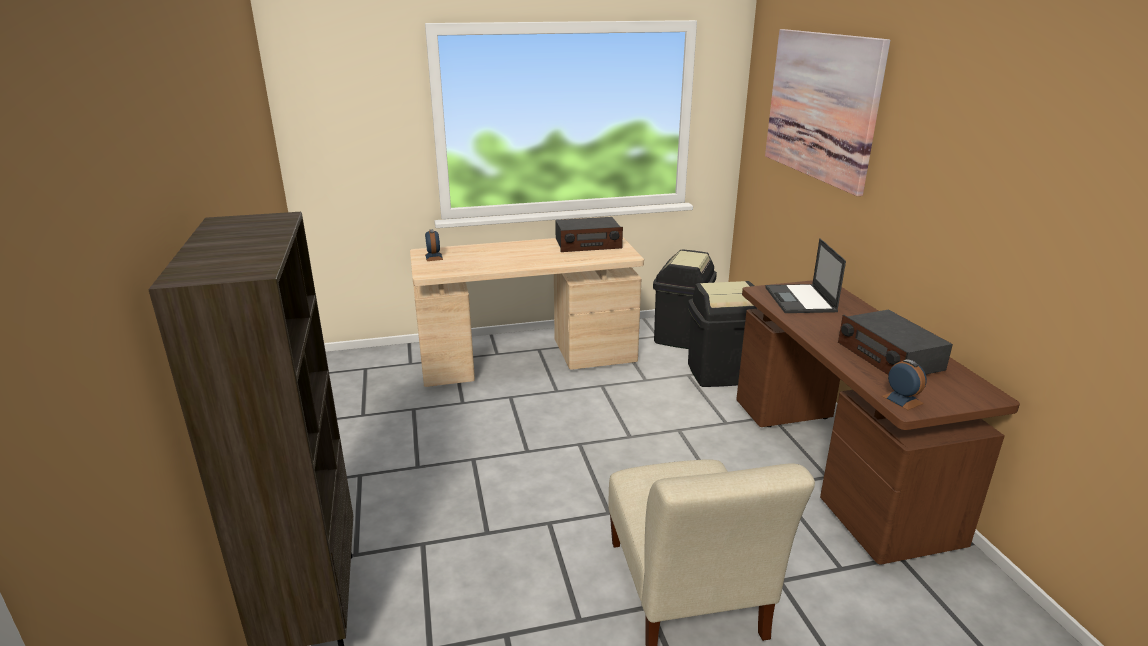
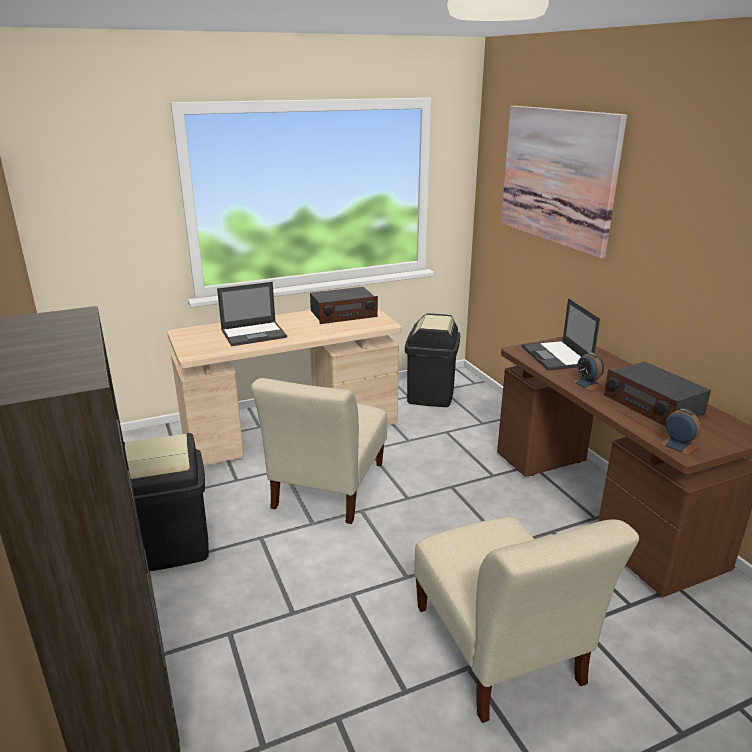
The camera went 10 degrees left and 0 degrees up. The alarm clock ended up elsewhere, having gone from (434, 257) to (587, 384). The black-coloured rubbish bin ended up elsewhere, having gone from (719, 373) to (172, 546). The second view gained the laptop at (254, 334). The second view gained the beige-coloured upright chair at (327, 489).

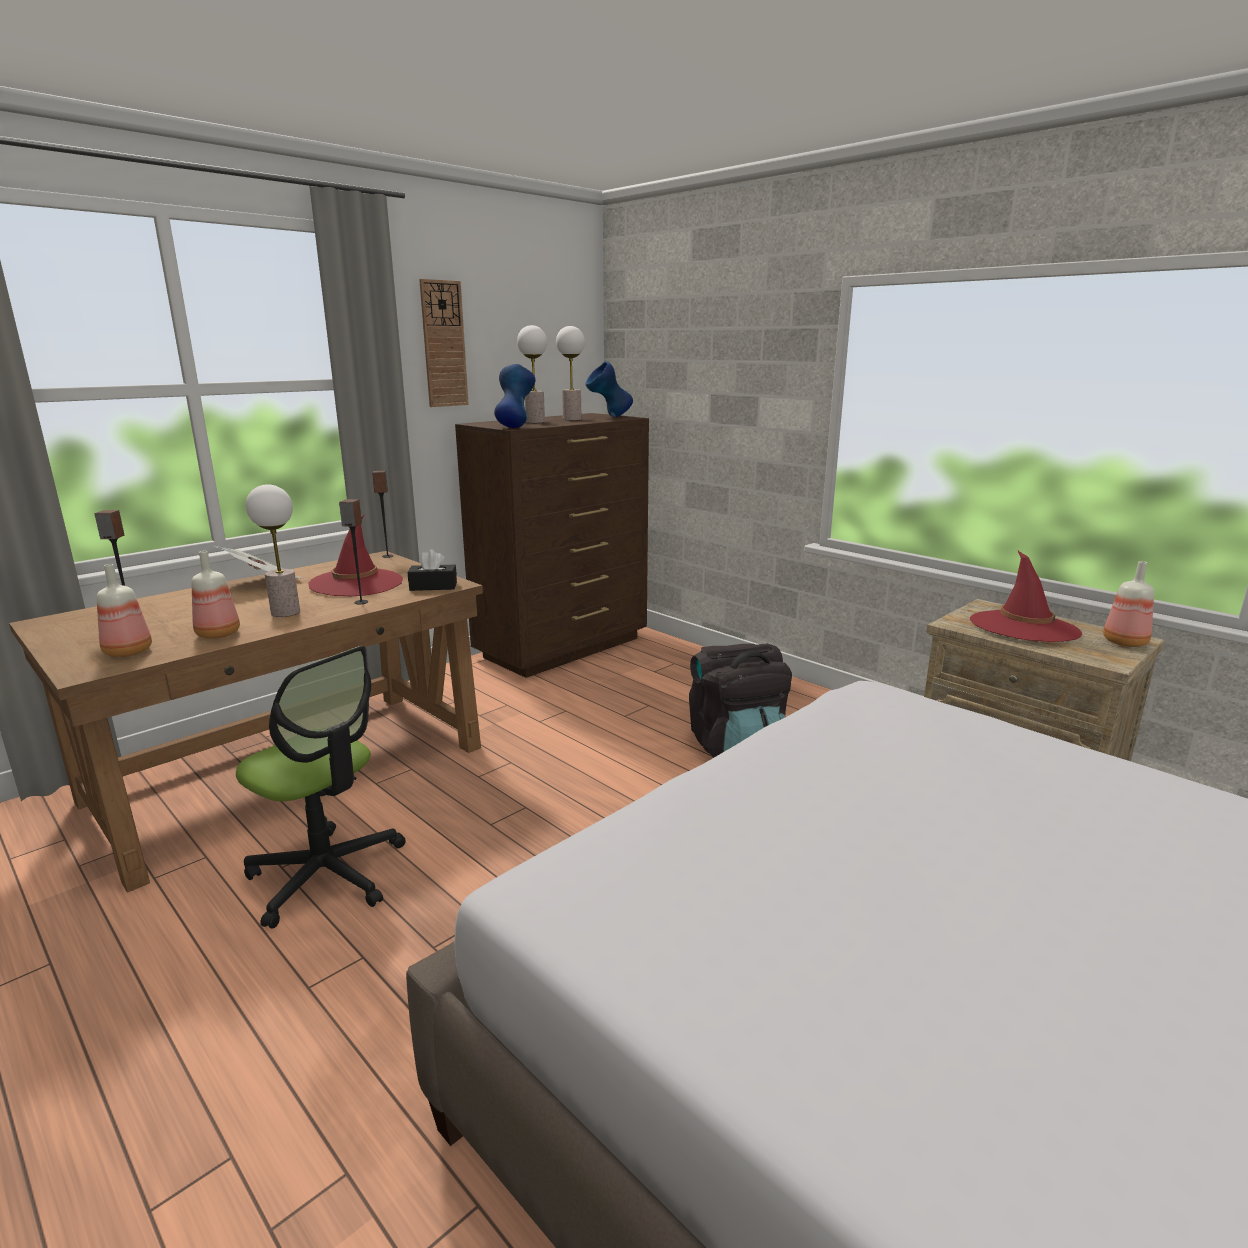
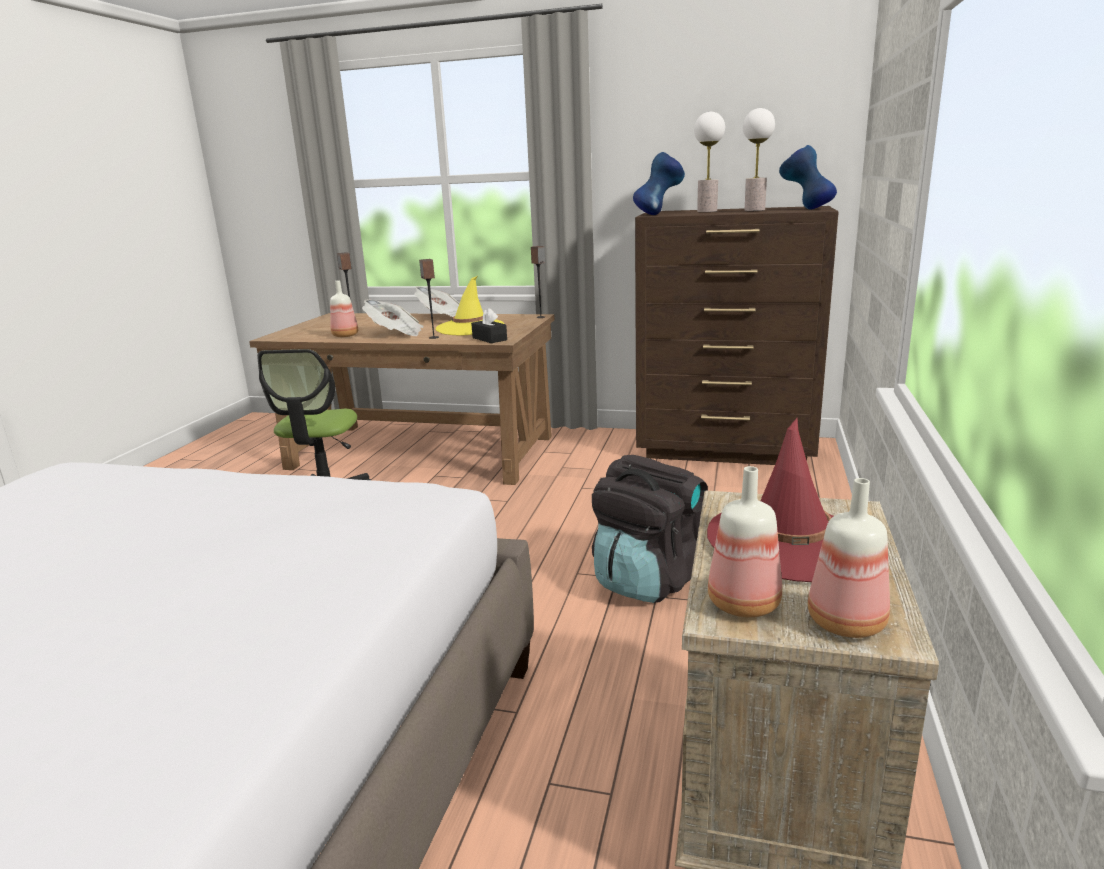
The camera went 60 degrees right and 0 degrees up. The second view lost the clock on the wall at (443, 344). Where the table lamp stood at (286, 612), the printed paper came to stand at (395, 333). What was the reddish clothing hat at (356, 583) turned into the yellow-coloured clothing hat at (470, 328). The bottle ended up elsewhere, having gone from (126, 652) to (741, 603).

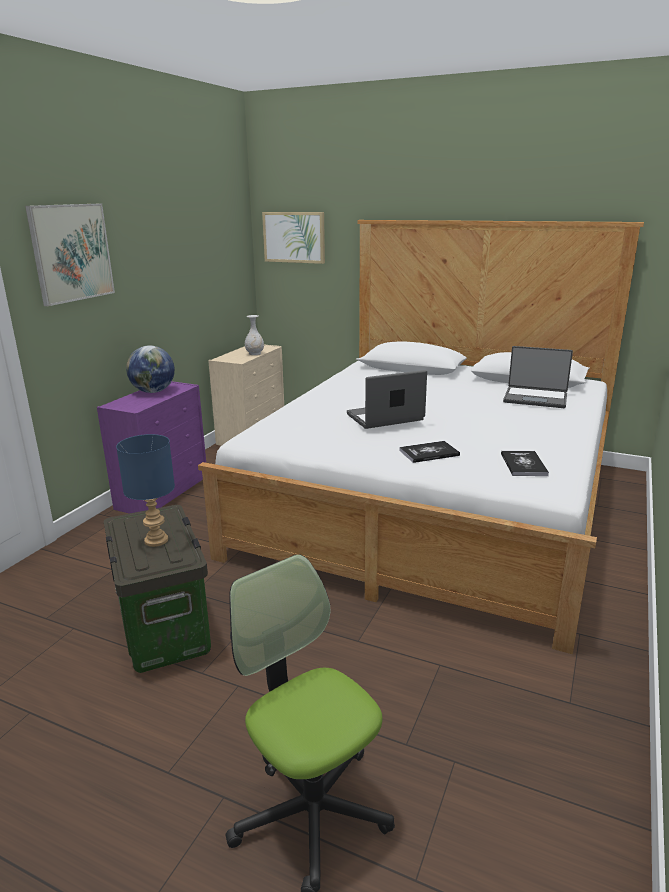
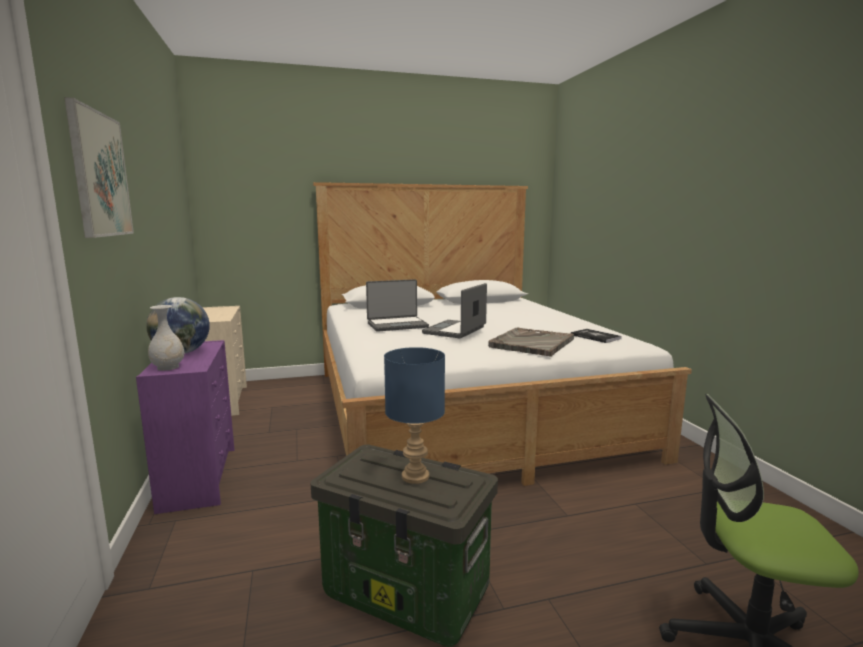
The camera went 40 degrees left and 10 degrees down. The second view lost the wall art at (294, 237). The white-coloured decorative vase ended up elsewhere, having gone from (255, 353) to (168, 367). The laptop ended up elsewhere, having gone from (535, 398) to (397, 325). Where the volume stood at (429, 453), the gray carrying tray came to stand at (531, 343).

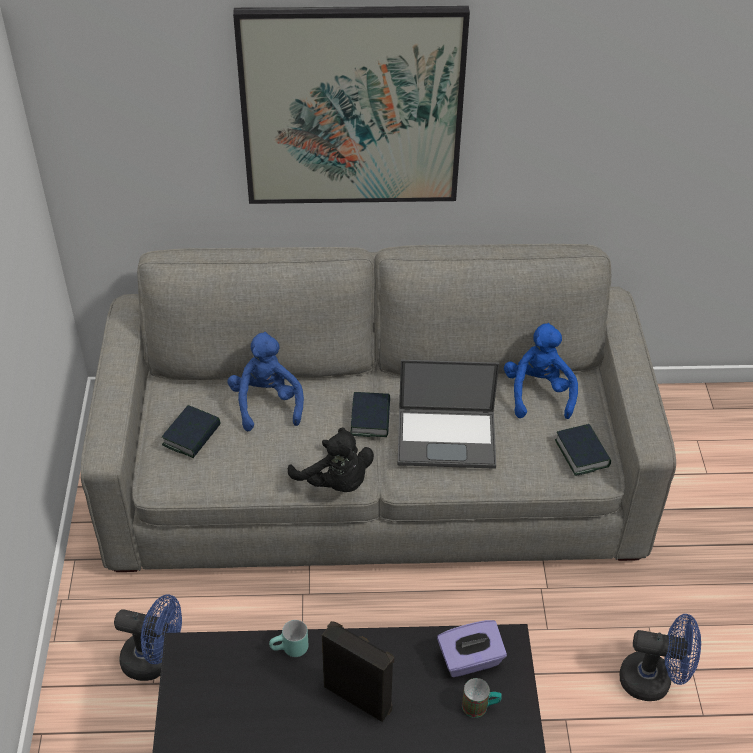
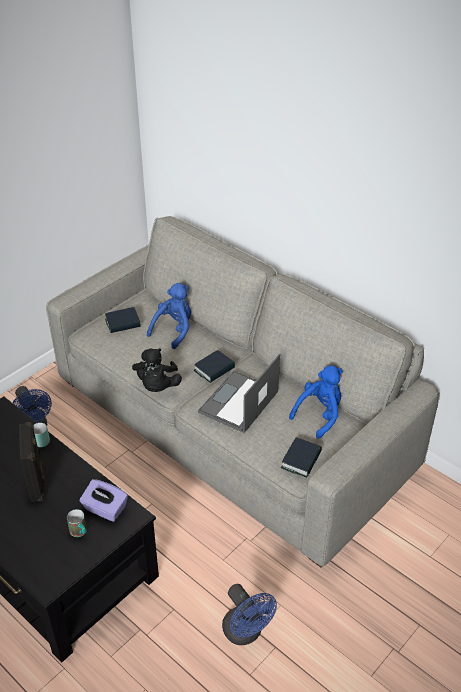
The camera went 45 degrees right and 5 degrees down. The second view lost the wall art at (352, 107). The laptop at (447, 437) ended up facing another way, 75 degrees clockwise from before.

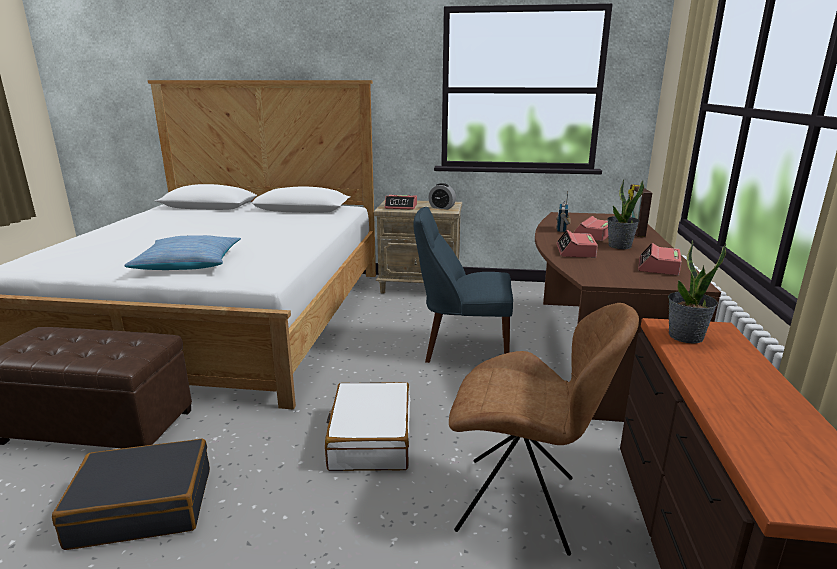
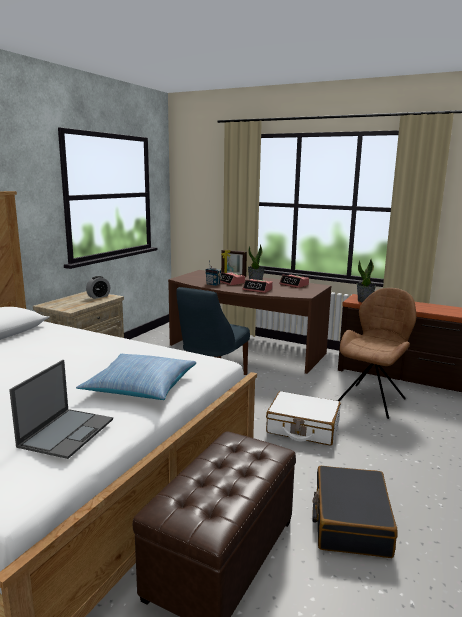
The camera went 70 degrees left and 5 degrees down. The second view lost the alarm clock at (401, 207). The second view gained the laptop at (67, 432).

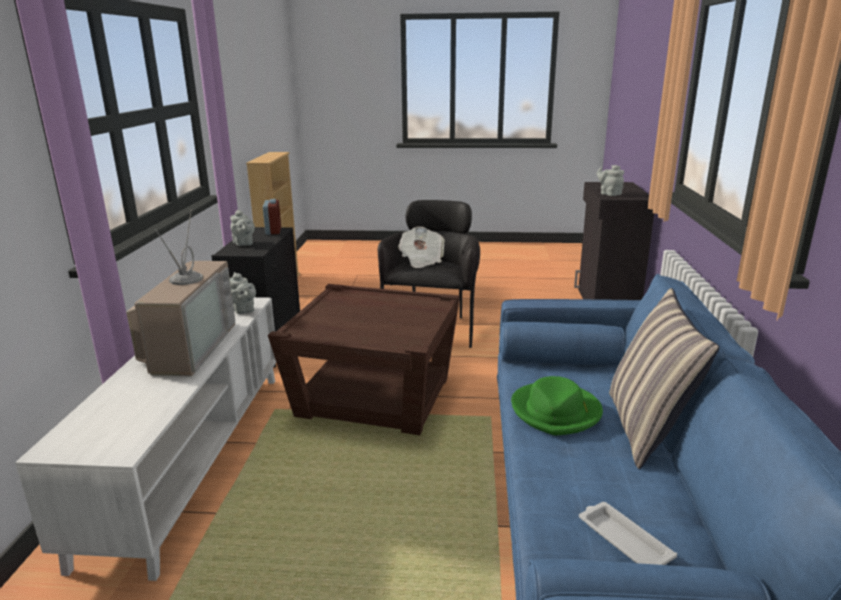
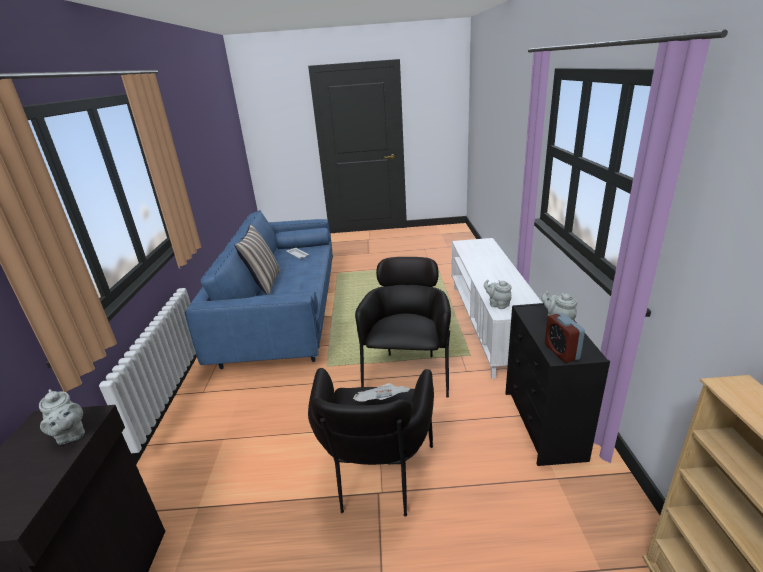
The camera went 175 degrees right and 5 degrees up. The second view lost the TV set at (188, 347). Where the brown-coloured side table stood at (374, 398), the black-coloured armchair came to stand at (408, 372). The second view lost the greenish clothing hat at (556, 412).

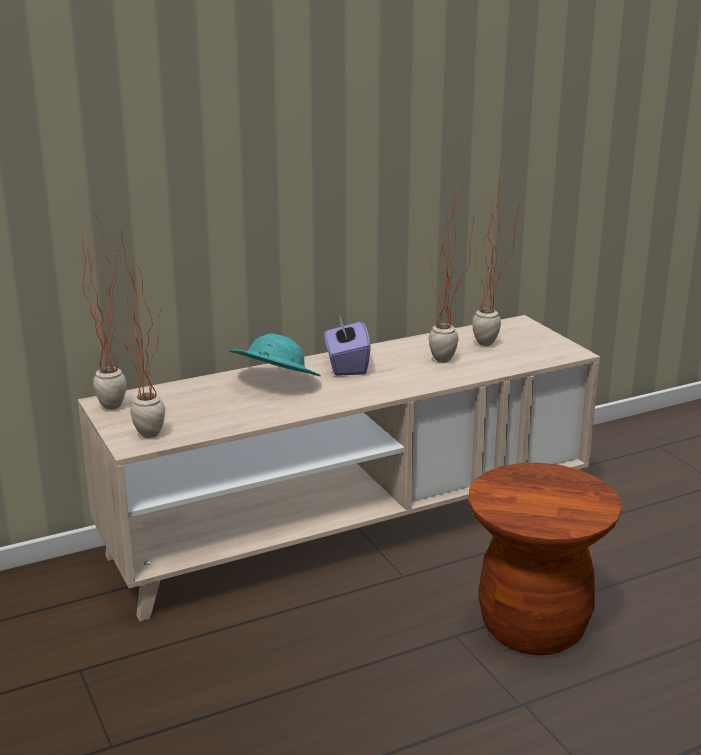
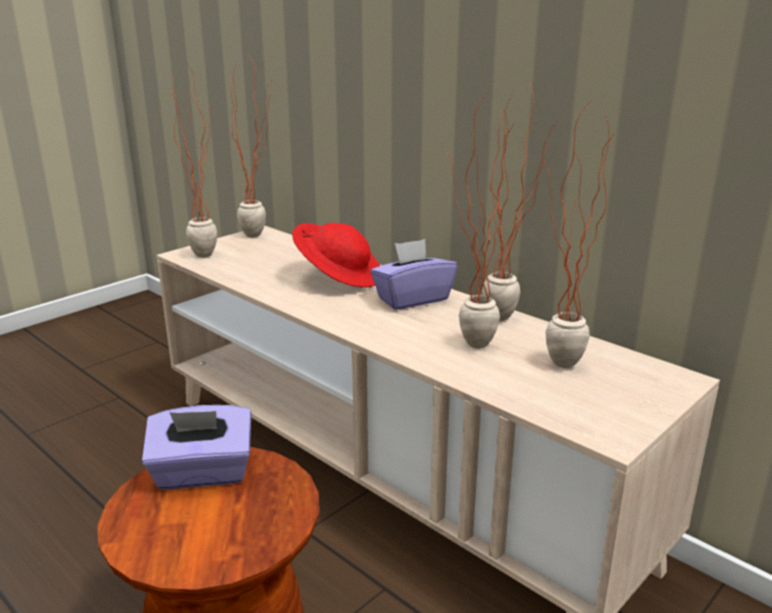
The camera went 70 degrees right and 0 degrees up. What was the turquoise-coloured clothing hat at (274, 384) turned into the reddish clothing hat at (339, 277). The second view gained the houseplant at (511, 320). The second view gained the purplish tissue box at (202, 473).

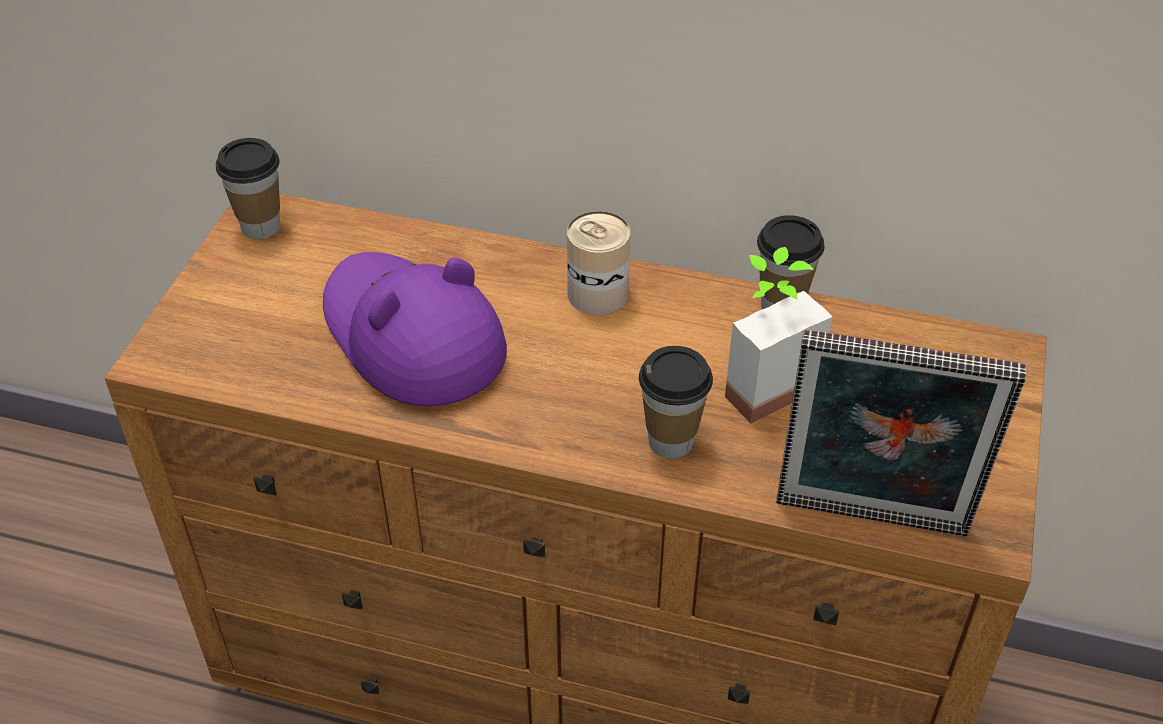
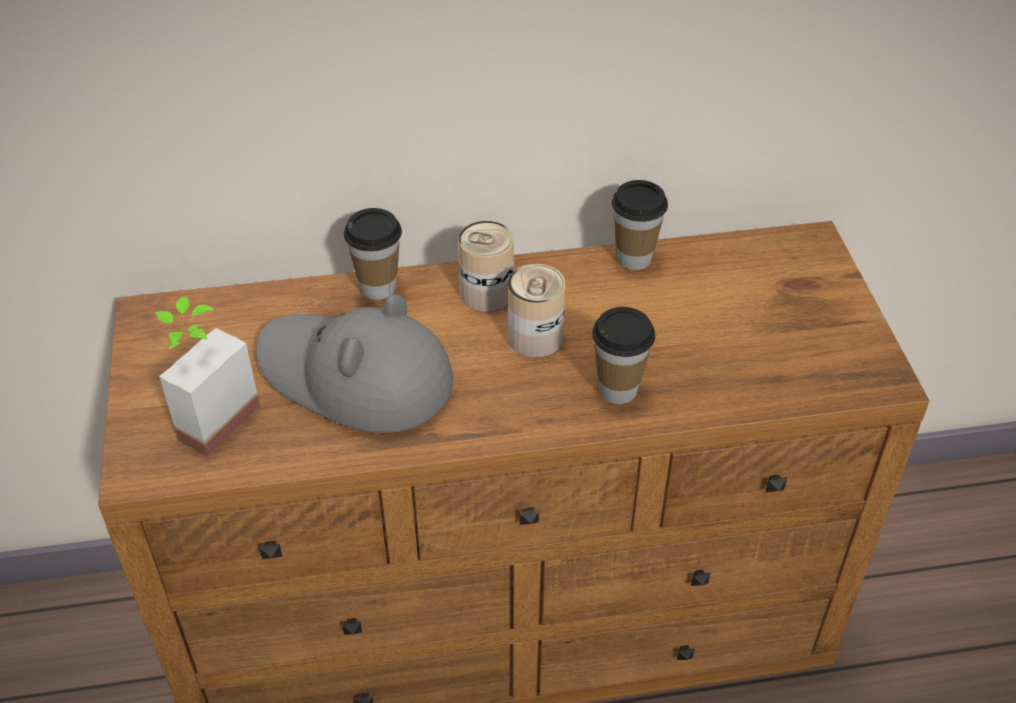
The camera went 25 degrees left and 0 degrees up. The cup ended up elsewhere, having gone from (261, 227) to (378, 287). The houseplant ended up elsewhere, having gone from (760, 381) to (207, 416). What was the purplish clothing hat at (411, 336) turned into the gray clothing hat at (355, 377). The second view lost the picture frame at (870, 523). The second view gained the metal can at (535, 337).

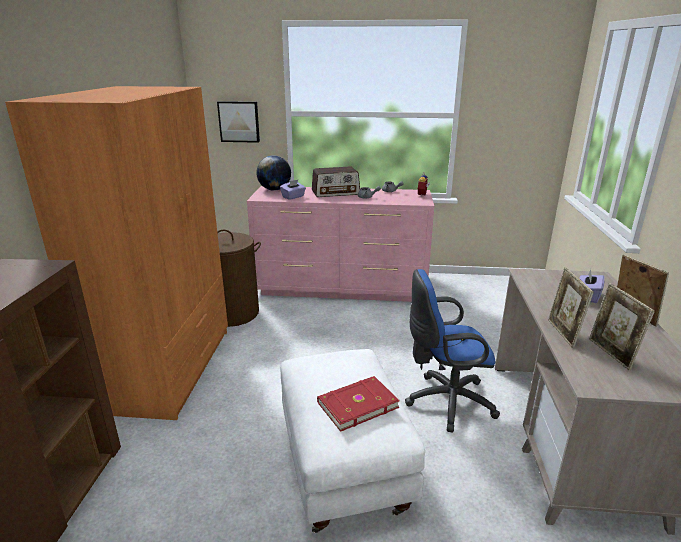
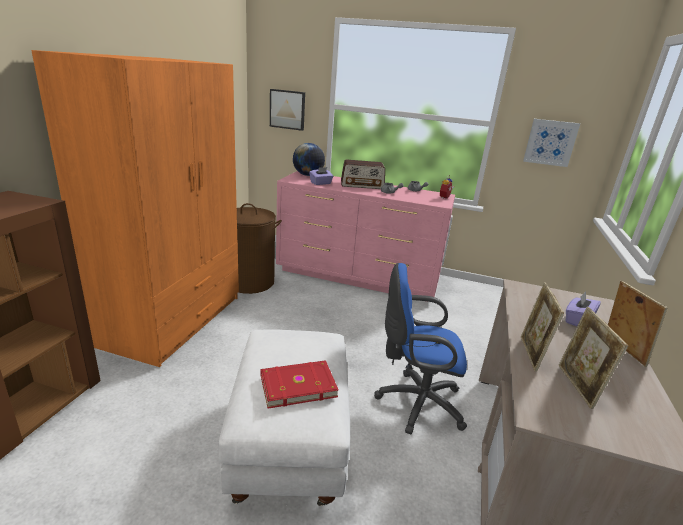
The camera went 10 degrees right and 0 degrees up. The second view gained the wall art at (550, 142).

